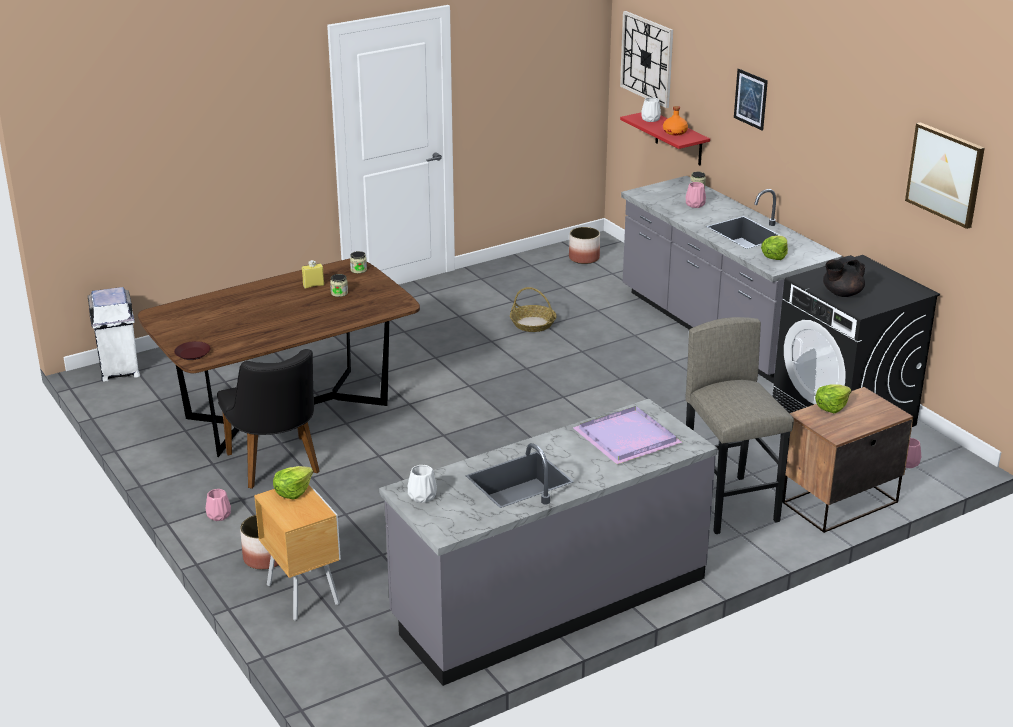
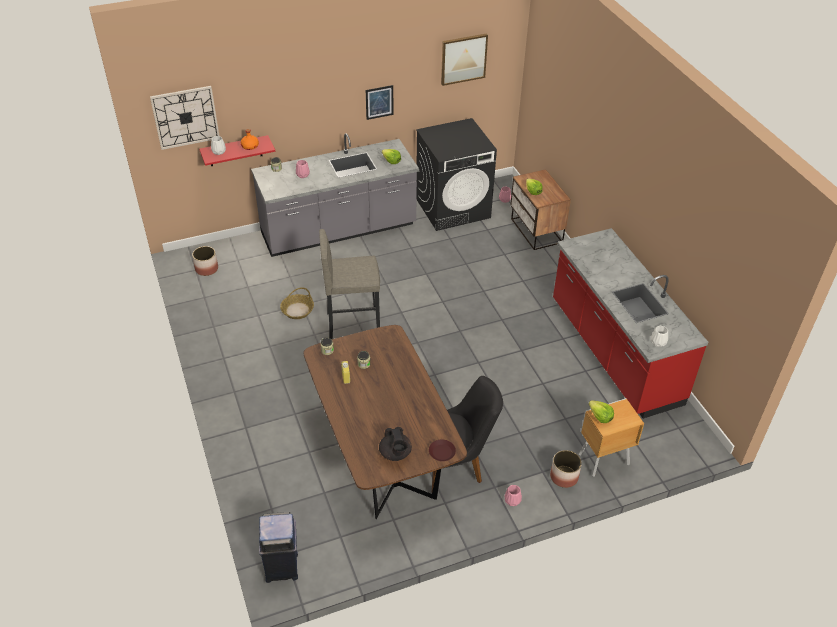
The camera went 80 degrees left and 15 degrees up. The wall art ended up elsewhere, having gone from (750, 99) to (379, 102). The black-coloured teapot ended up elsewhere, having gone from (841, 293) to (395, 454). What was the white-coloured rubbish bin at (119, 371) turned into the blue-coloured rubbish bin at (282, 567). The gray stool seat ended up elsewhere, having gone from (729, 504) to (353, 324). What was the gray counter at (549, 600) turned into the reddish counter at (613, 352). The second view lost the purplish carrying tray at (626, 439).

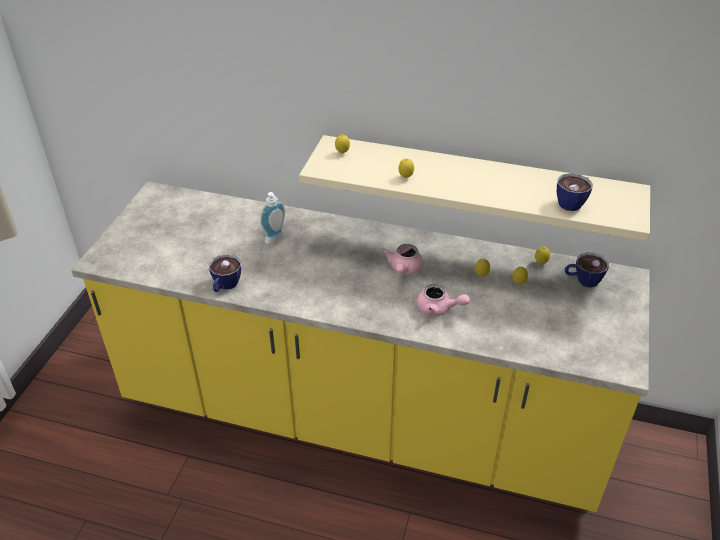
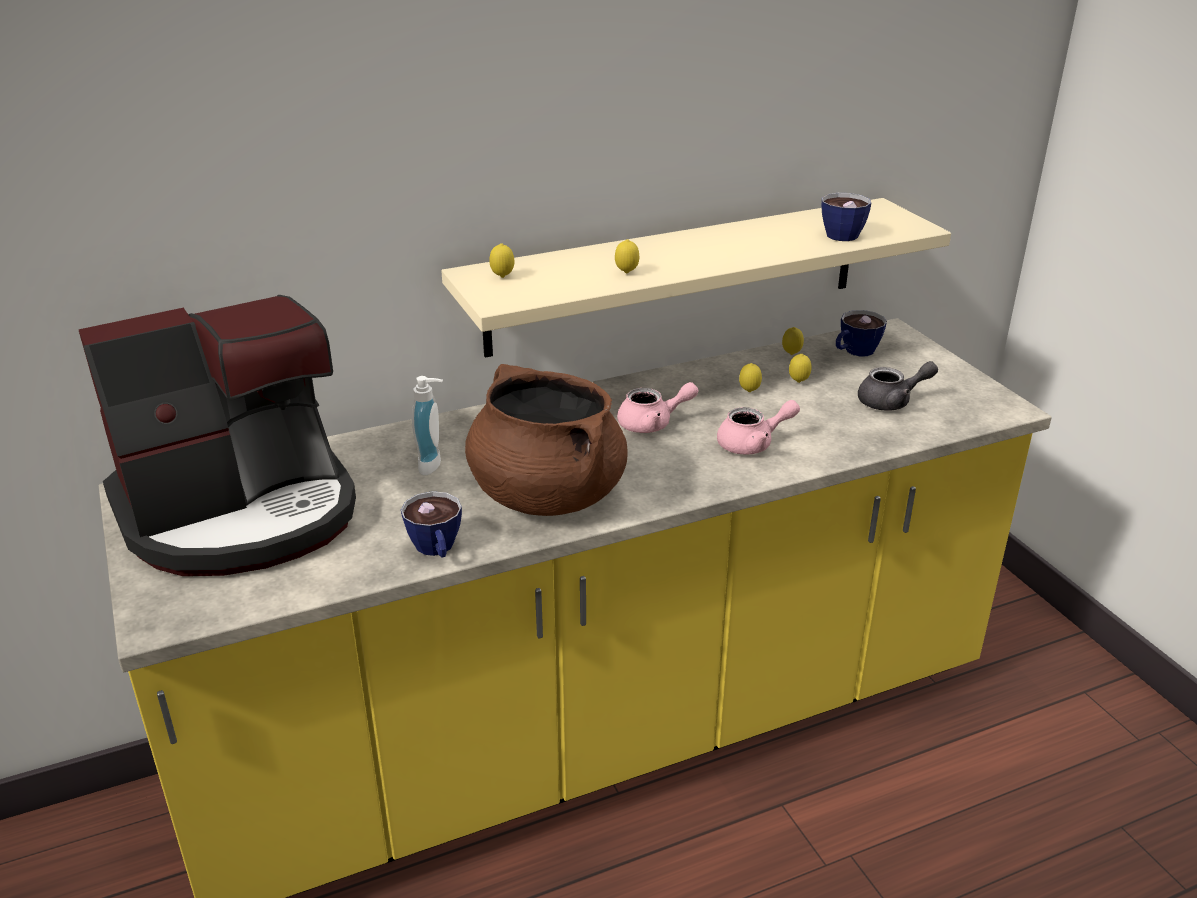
The camera went 40 degrees left and 10 degrees down. The pinkish teapot at (404, 269) ended up facing another way, 75 degrees counterclockwise from before. The second view gained the coffee brewer at (241, 512). The second view gained the gray teapot at (891, 402). The second view gained the brown-coloured saucepot at (546, 495).

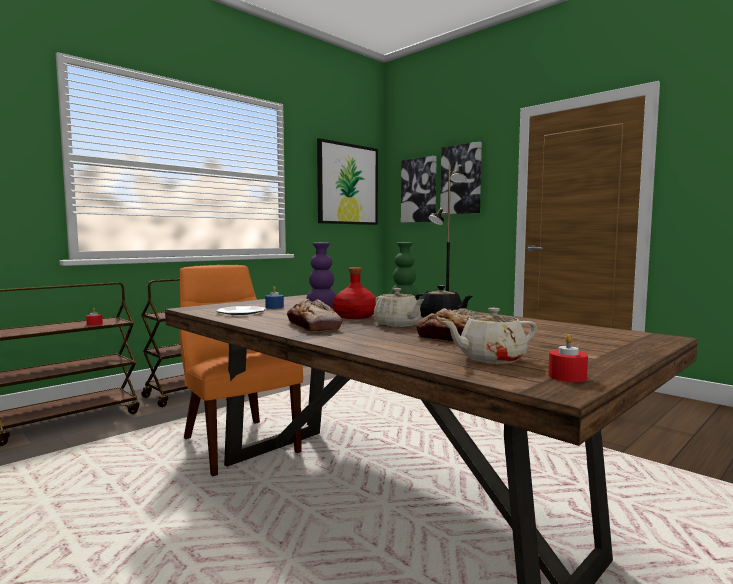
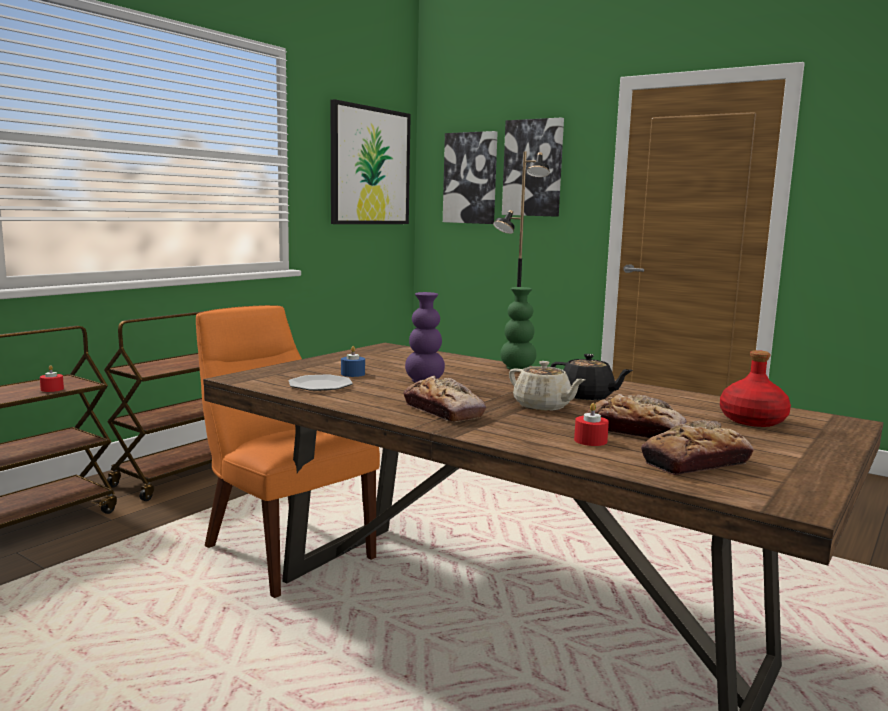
The camera went 10 degrees left and 5 degrees up. The reddish bottle ended up elsewhere, having gone from (355, 316) to (753, 420). Where the beige-coloured teapot stood at (490, 359), the bread came to stand at (695, 462). The reddish wax light ended up elsewhere, having gone from (567, 376) to (590, 440).

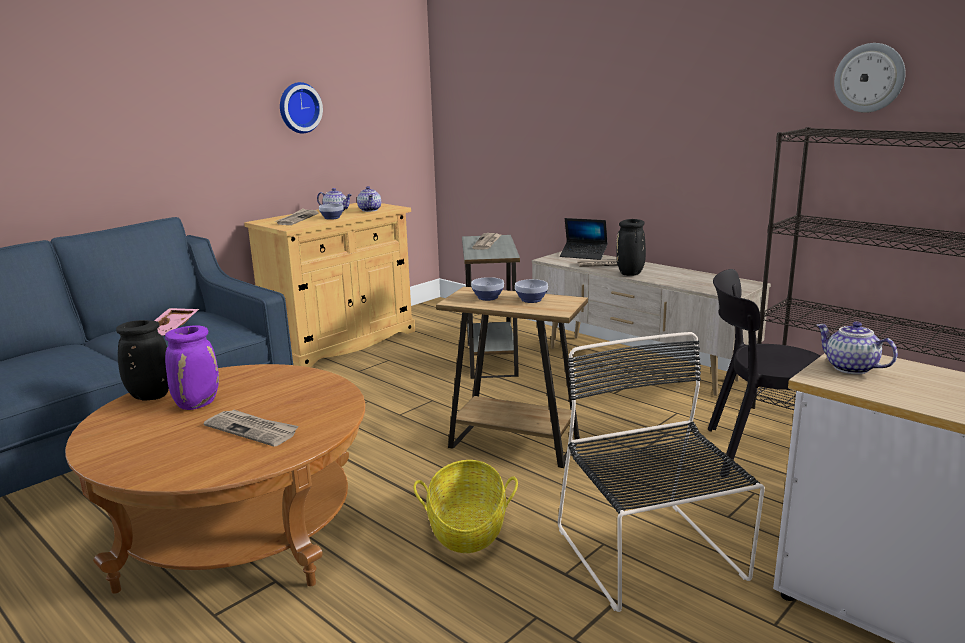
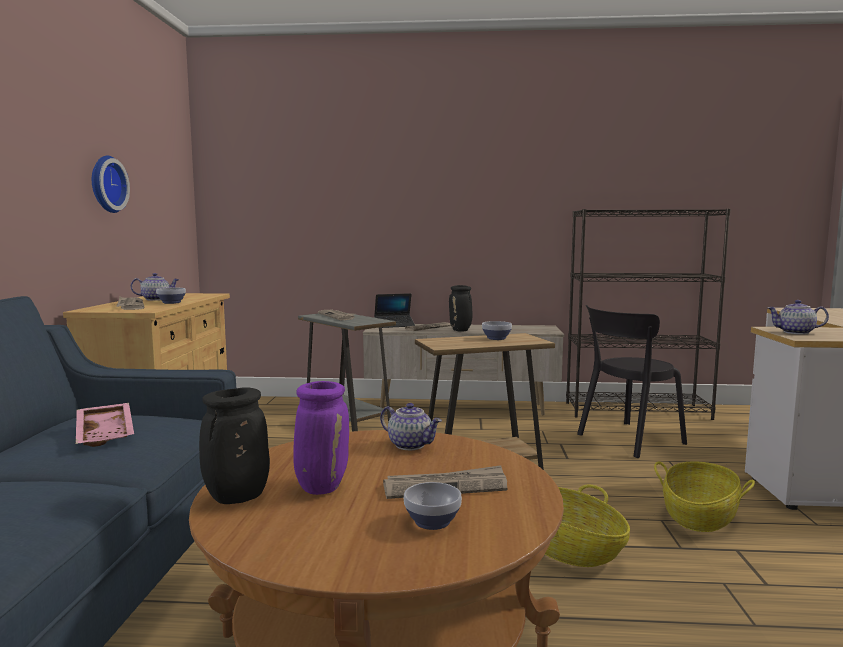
The camera went 40 degrees left and 10 degrees down. The second view lost the clock on the wall at (869, 78). The teapot ended up elsewhere, having gone from (370, 210) to (411, 445). The serving bowl ended up elsewhere, having gone from (487, 297) to (430, 522). Where the black-coloured upright chair stood at (651, 557), the household basket came to stand at (699, 516).

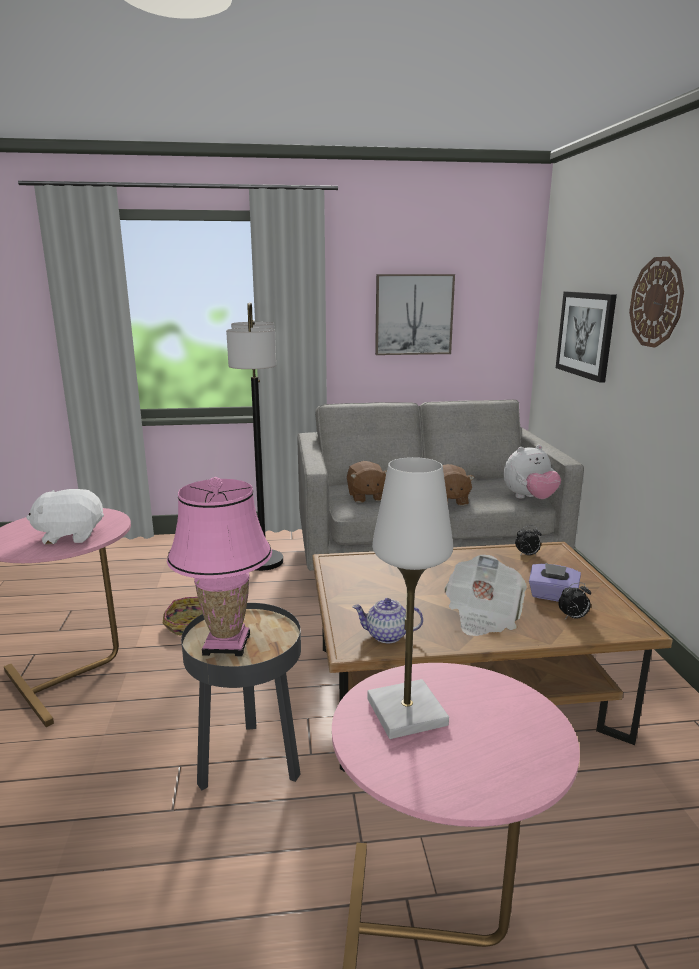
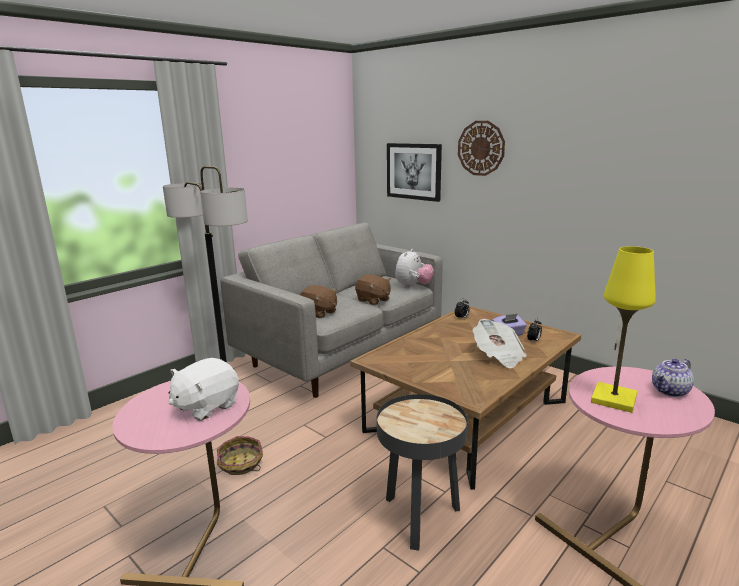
The camera went 40 degrees left and 0 degrees up. The second view lost the wall art at (413, 314). What was the white-coloured table lamp at (406, 711) turned into the yellow-coloured table lamp at (613, 399). The second view lost the pinkish table lamp at (227, 644). The teapot ended up elsewhere, having gone from (386, 636) to (670, 391).

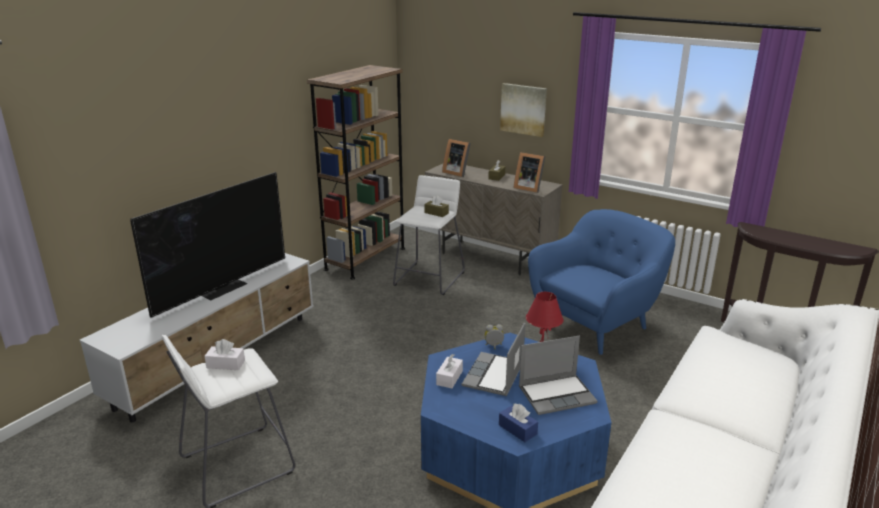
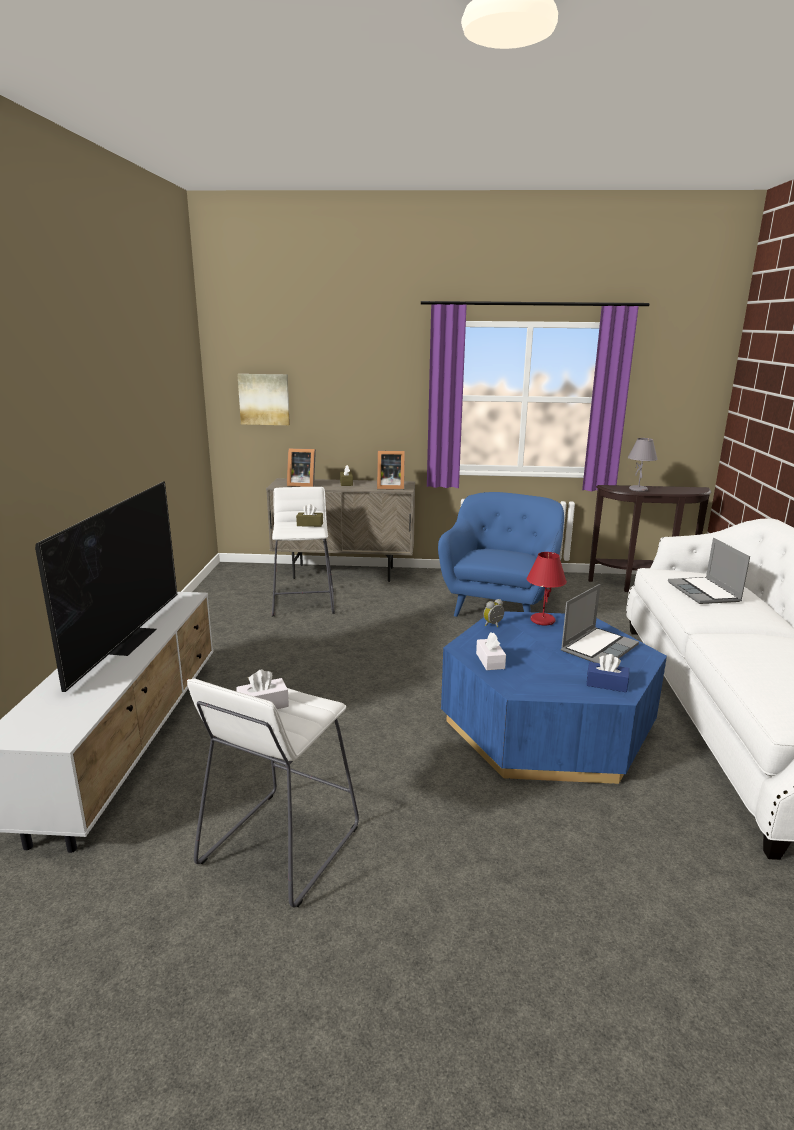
The camera went 30 degrees left and 5 degrees down. The second view lost the brown-coloured shelving unit at (365, 259). The wall art ended up elsewhere, having gone from (523, 109) to (264, 399). The laptop ended up elsewhere, having gone from (494, 376) to (705, 592). The second view gained the gray table lamp at (638, 489).

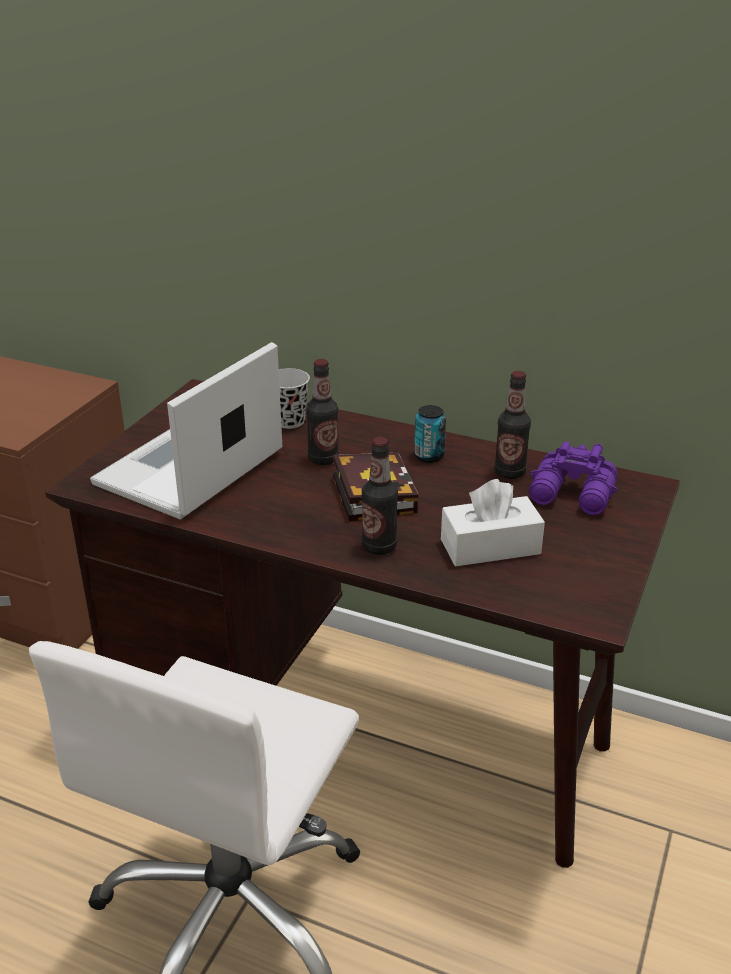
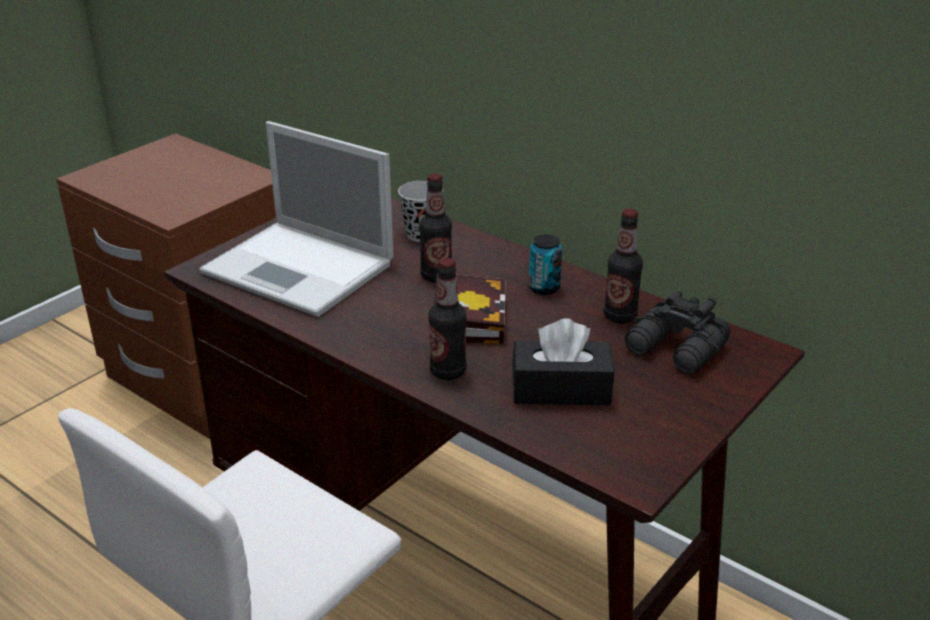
The camera went 15 degrees right and 0 degrees up. The laptop at (187, 470) ended up facing another way, 105 degrees counterclockwise from before. What was the purplish binoculars at (573, 495) turned into the black-coloured binoculars at (676, 350). What was the white-coloured tissue box at (490, 547) turned into the black-coloured tissue box at (561, 389).

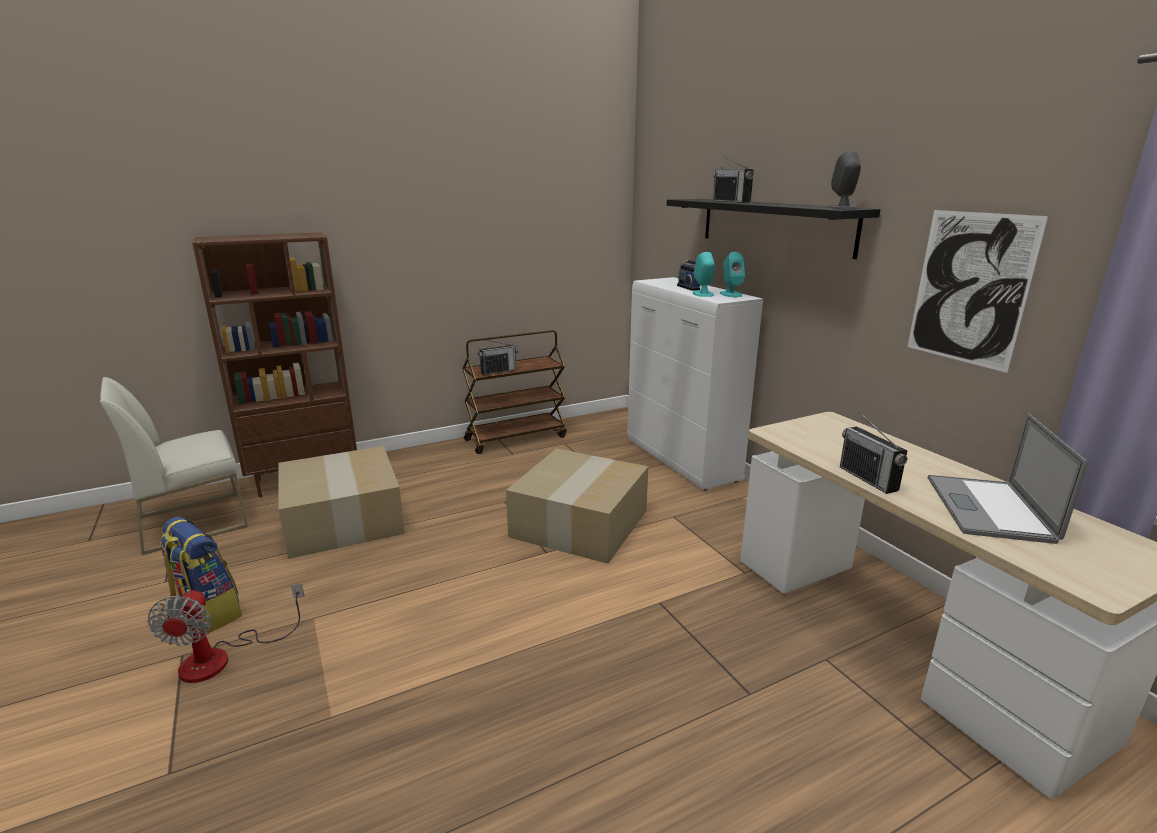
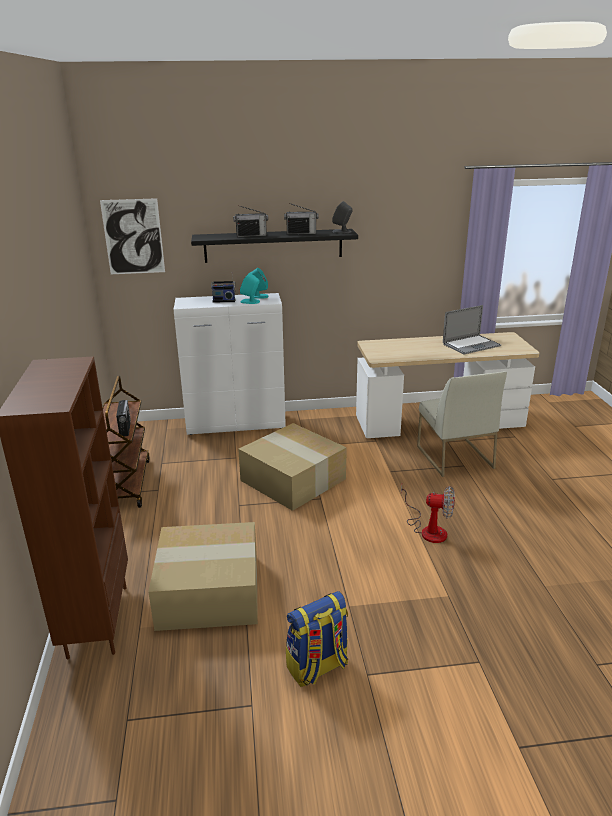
The camera went 70 degrees left and 5 degrees up. The wall art ended up elsewhere, having gone from (970, 289) to (133, 237). The white-coloured upright chair ended up elsewhere, having gone from (194, 521) to (454, 457). The radio receiver ended up elsewhere, having gone from (868, 479) to (301, 233). The laptop at (988, 508) ended up facing another way, 60 degrees counterclockwise from before. The cooling fan ended up elsewhere, having gone from (222, 657) to (428, 529).

